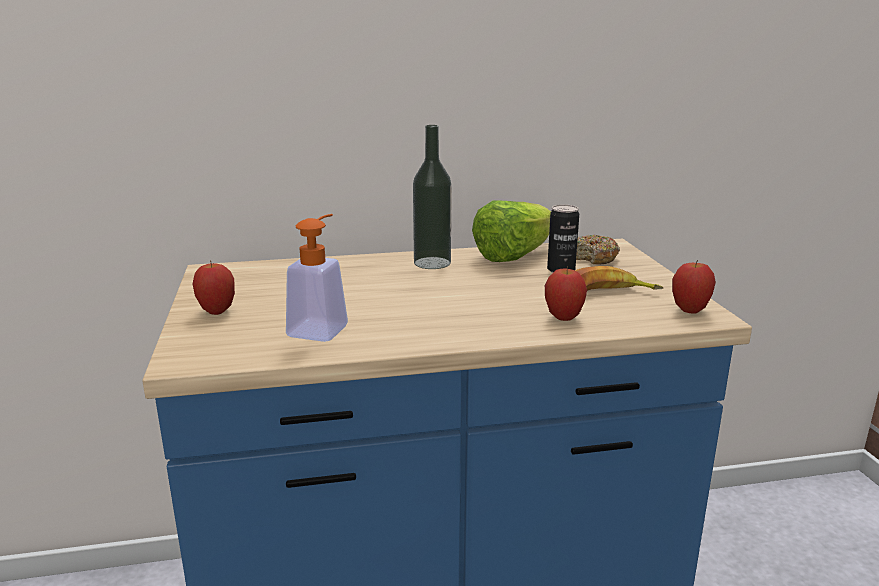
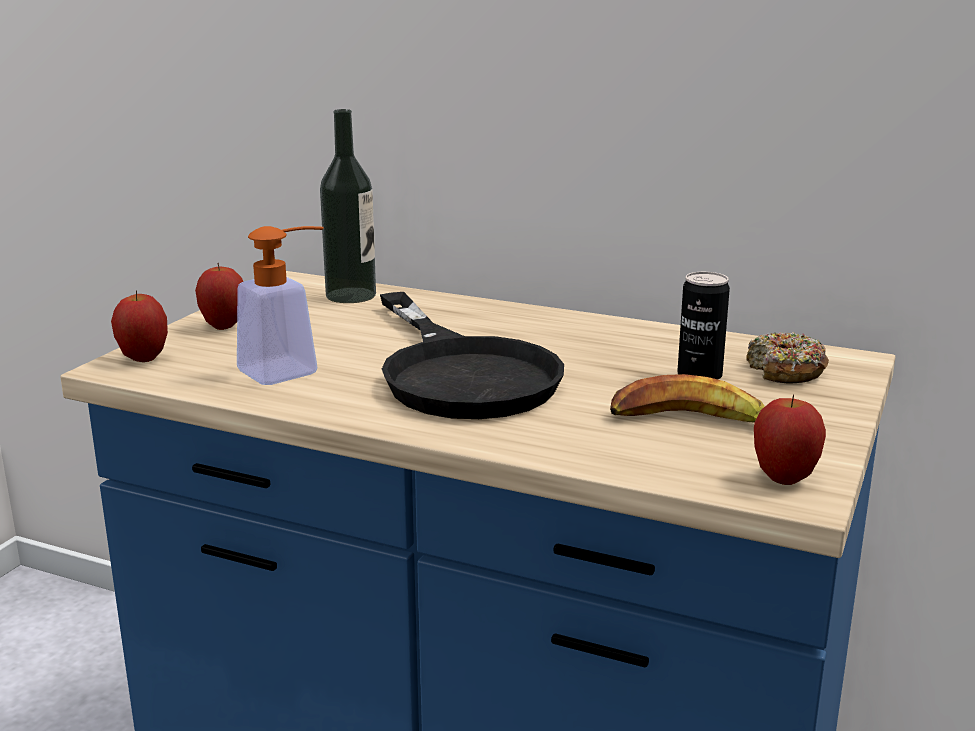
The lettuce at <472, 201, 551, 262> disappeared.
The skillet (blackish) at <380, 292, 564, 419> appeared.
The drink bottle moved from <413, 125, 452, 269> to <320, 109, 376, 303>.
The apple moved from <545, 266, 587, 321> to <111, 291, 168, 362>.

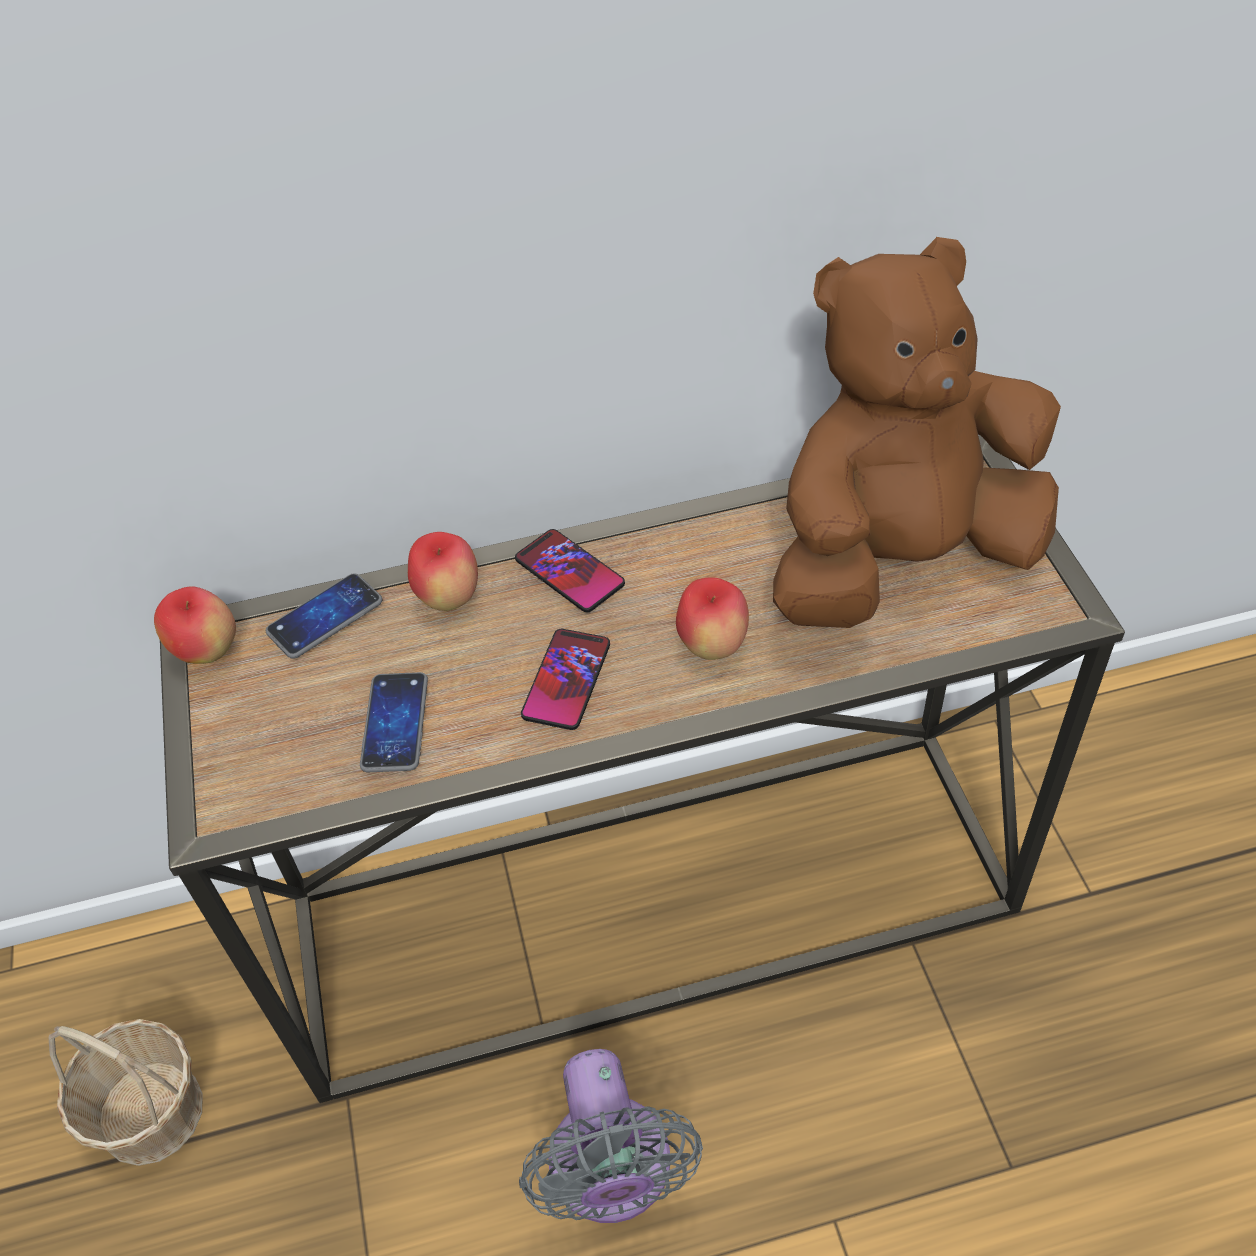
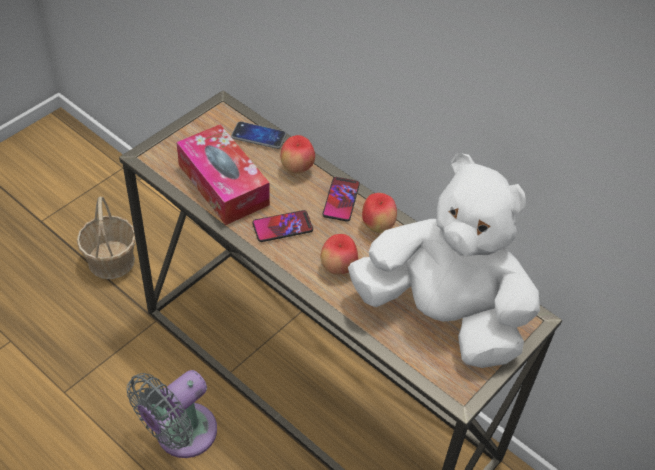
The apple moved from <154, 586, 236, 664> to <362, 193, 397, 233>.
The telephone at <360, 672, 428, 772> was replaced by the tissue holder at <176, 124, 270, 225>.
The plush toy (brownish) at <773, 237, 1061, 628> became the plush toy (white-coloured) at <348, 153, 540, 368>.

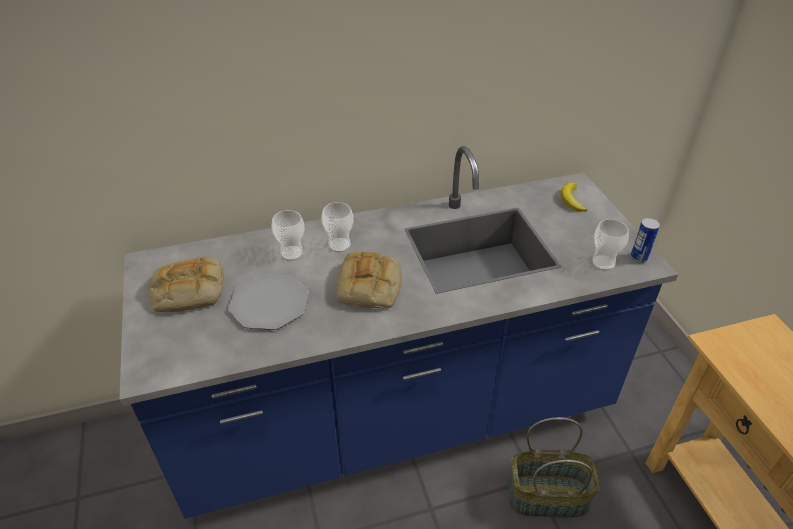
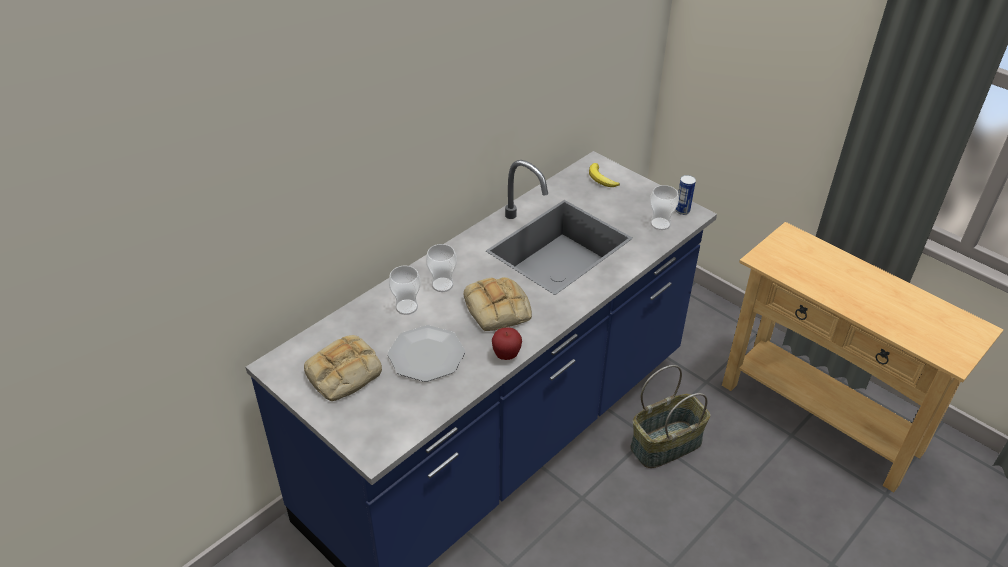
The apple at <492, 328, 522, 360> appeared.

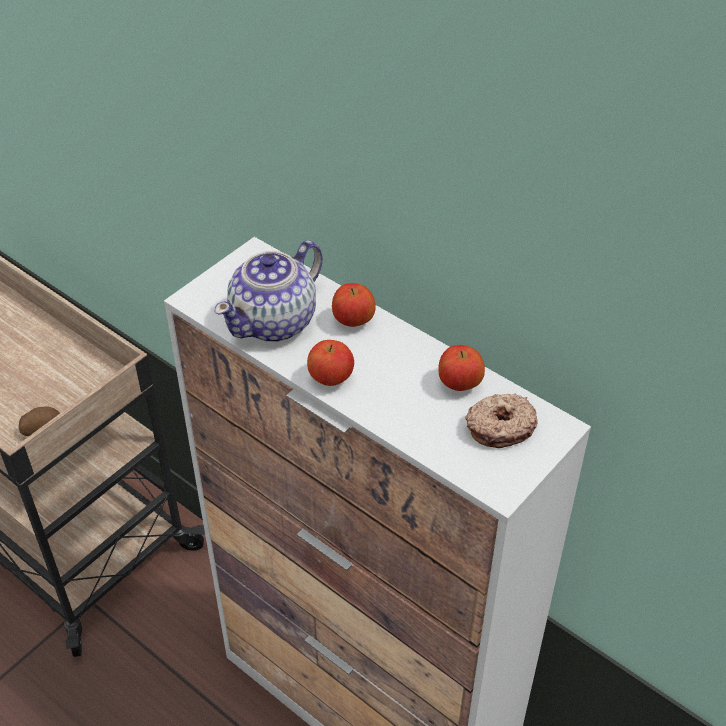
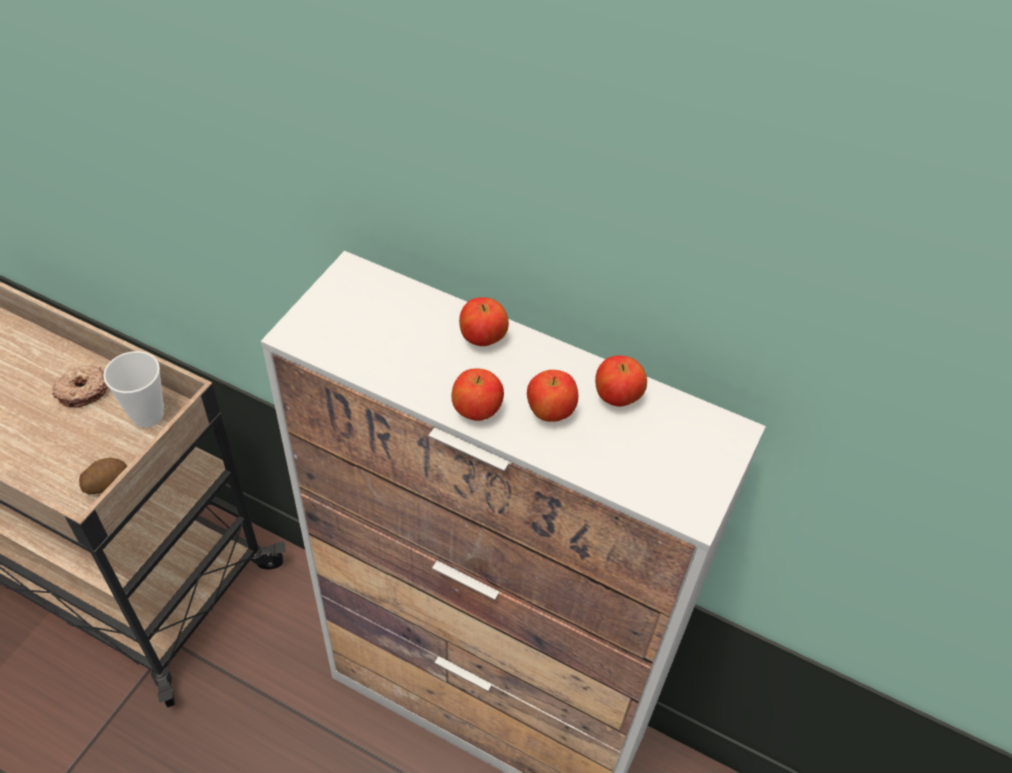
The teapot at <214, 241, 323, 342> disappeared.
The small cup at <103, 351, 164, 428> appeared.
The apple at <527, 370, 578, 422> appeared.
The doughnut moved from <465, 394, 538, 448> to <52, 365, 107, 408>.

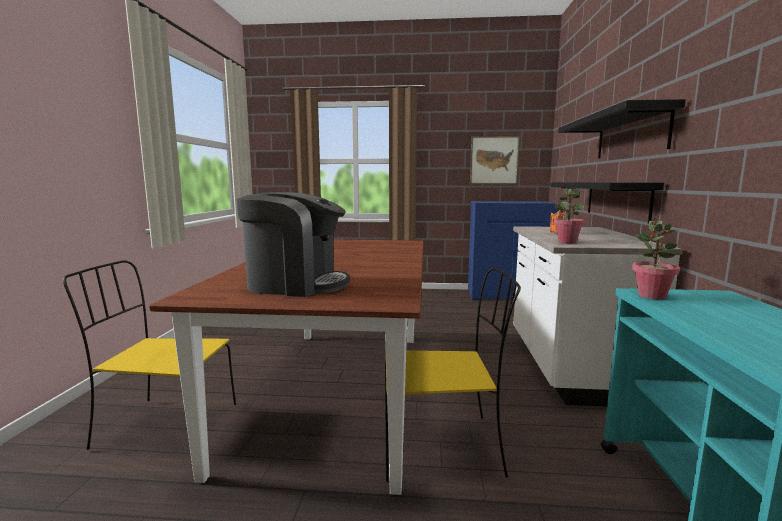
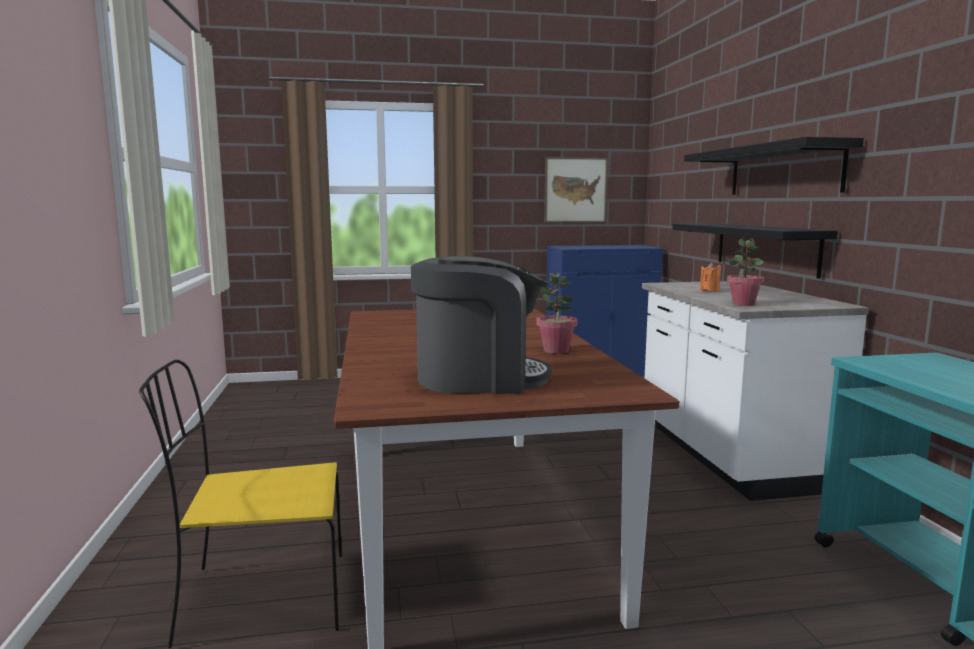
The upright chair (yellow-coloured) at <385, 267, 521, 482> disappeared.
The potted plant moved from <632, 221, 680, 300> to <536, 273, 577, 354>.

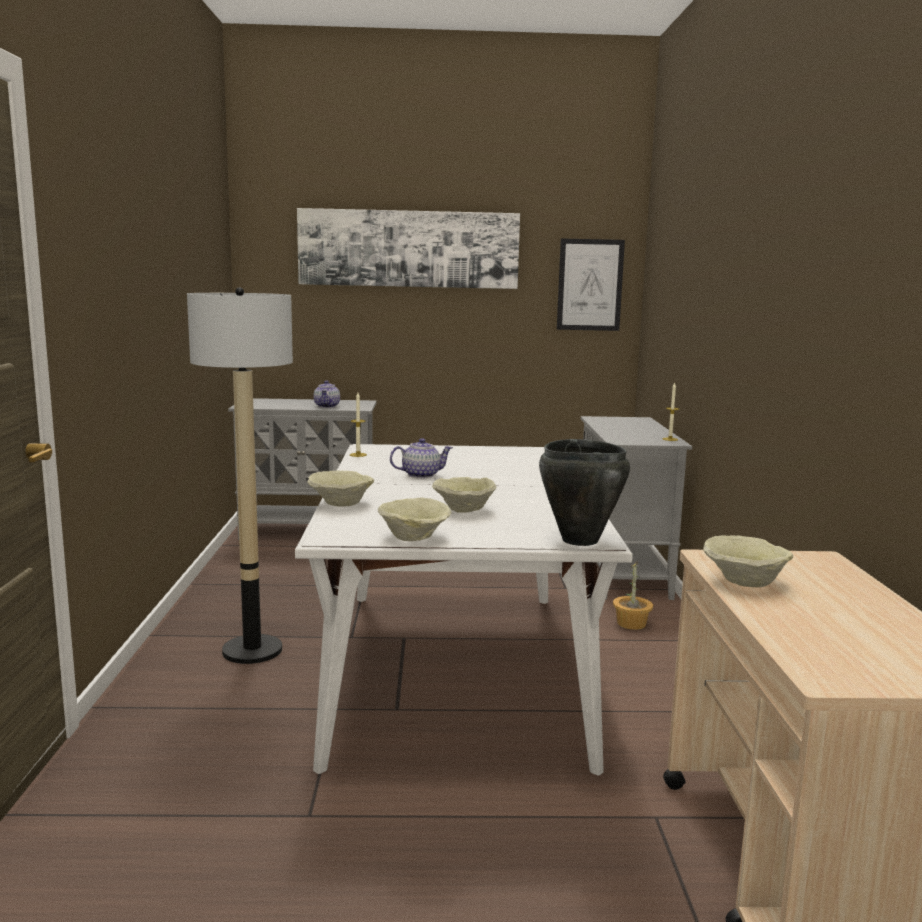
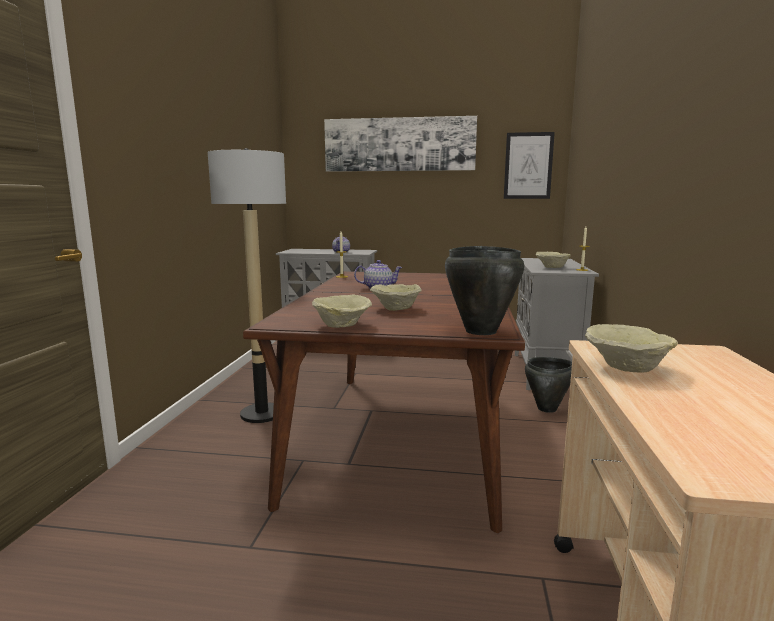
The deep dish (beige) moved from <307, 470, 374, 507> to <536, 252, 571, 268>.
The potted plant at <613, 561, 653, 630> was replaced by the stockpot (blackish) at <525, 357, 572, 413>.
The dining table (white-coloured) at <295, 444, 633, 775> became the dining table (brownish) at <243, 271, 525, 533>.

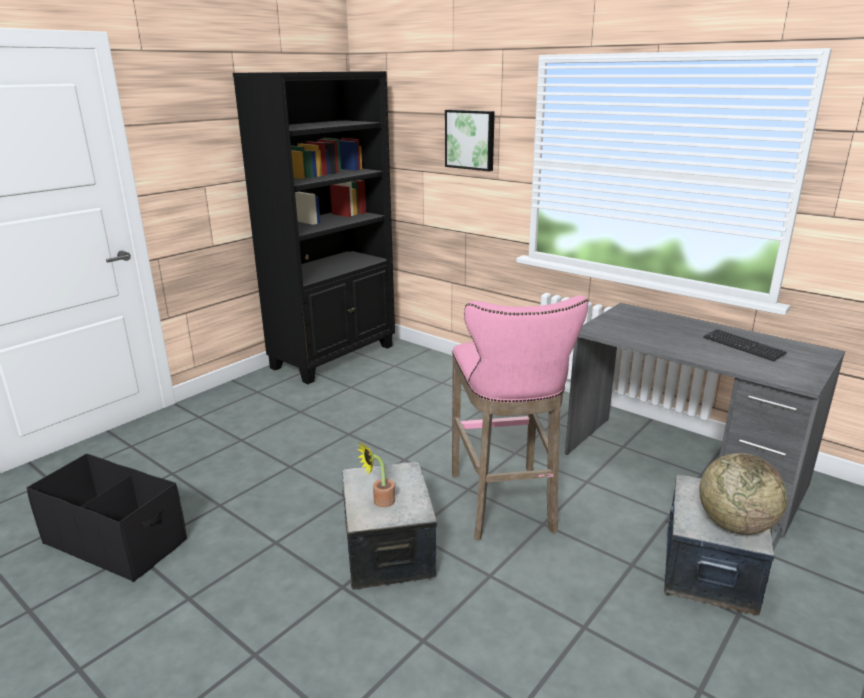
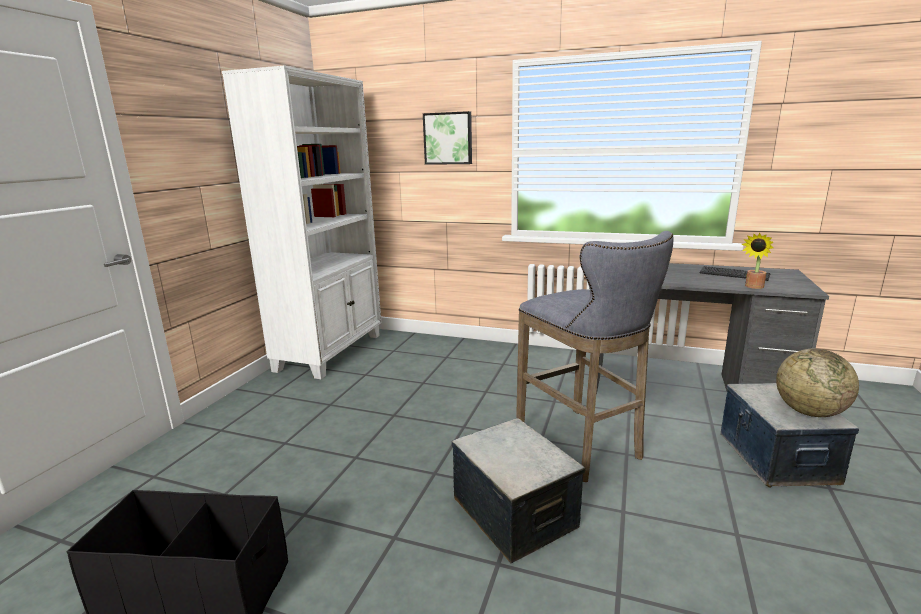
The potted plant moved from <356, 441, 395, 508> to <741, 232, 774, 289>.
The shelving unit (blackish) at <233, 71, 395, 384> became the shelving unit (white-coloured) at <222, 66, 381, 379>.
The stool seat (pink-coloured) at <452, 296, 588, 540> became the stool seat (gray) at <516, 231, 673, 482>.

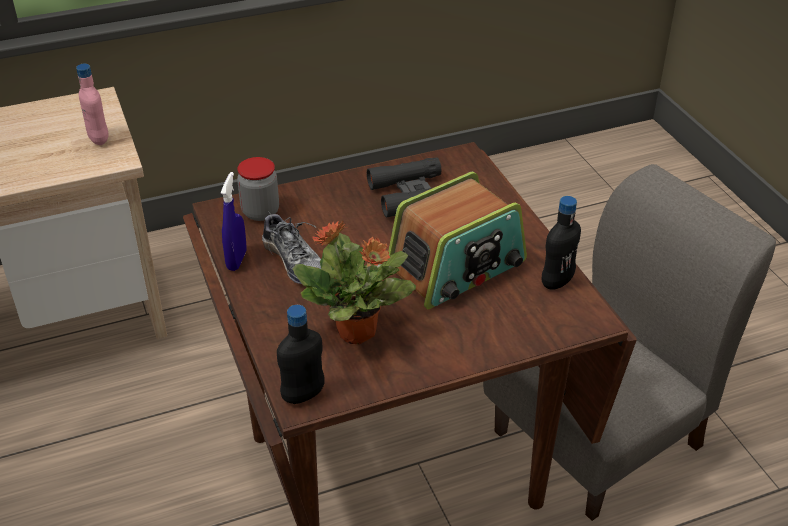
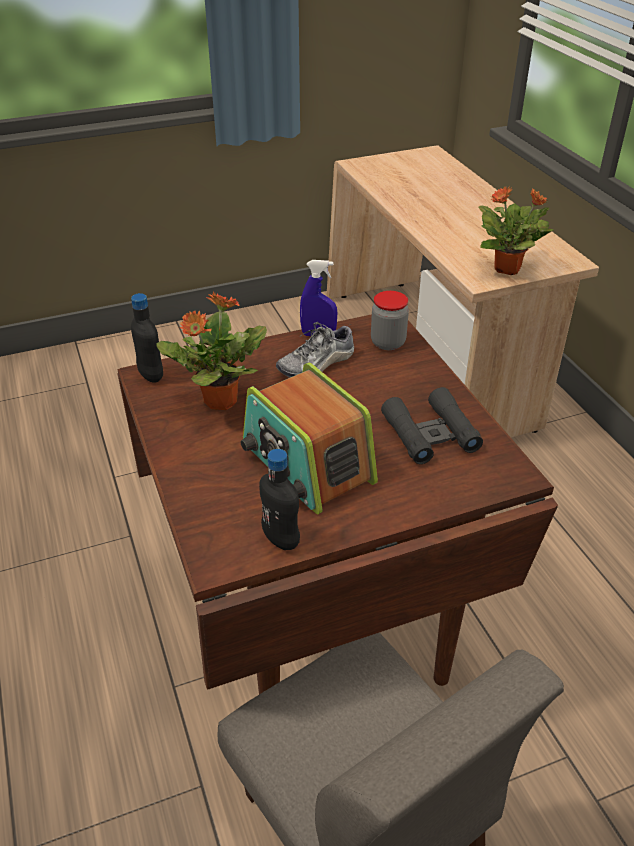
The drink bottle (pink-coloured) at <76, 64, 109, 145> was replaced by the potted plant at <478, 186, 554, 275>.

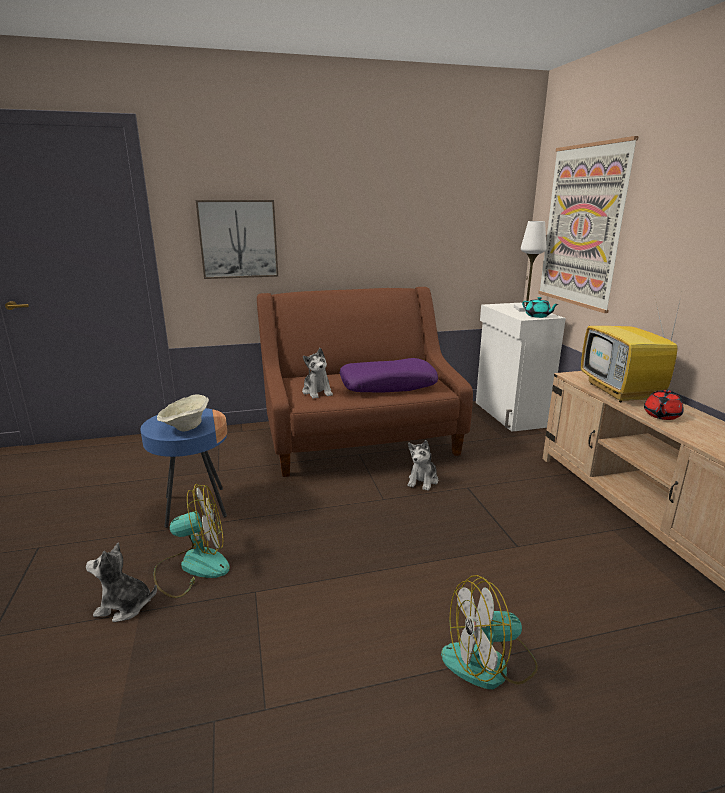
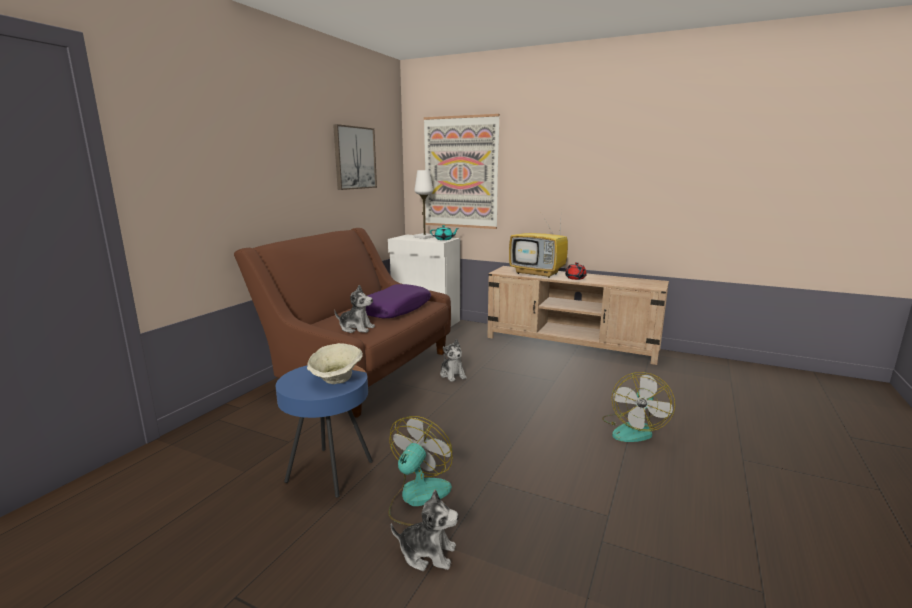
The wall picture moved from <196, 200, 278, 279> to <333, 124, 377, 190>.
The plush toy at <86, 543, 157, 622> turned 120 degrees counterclockwise.

